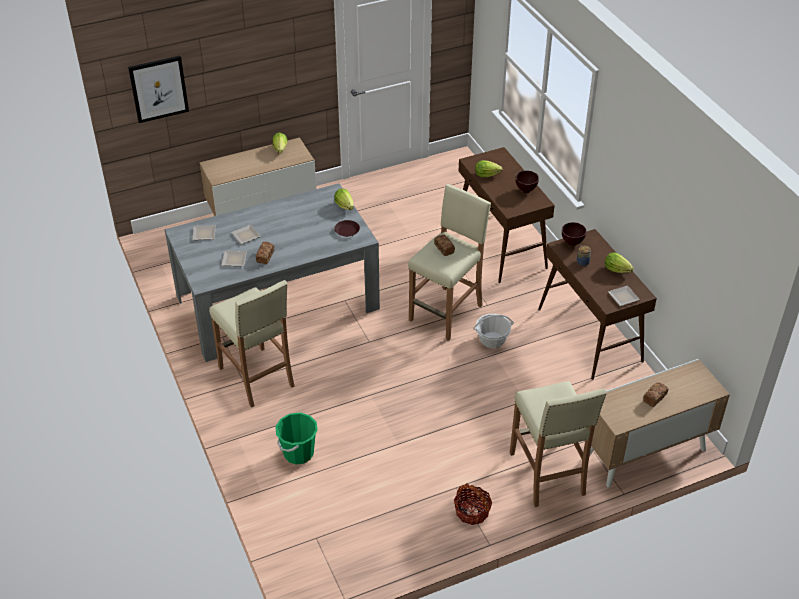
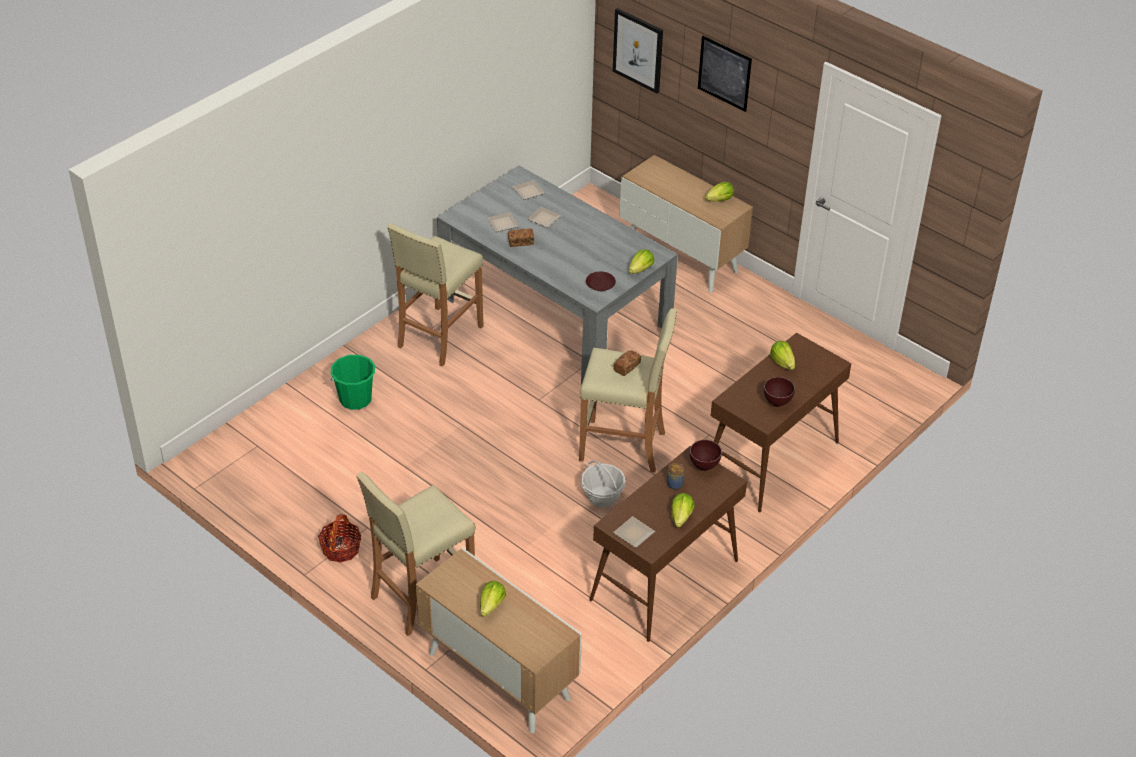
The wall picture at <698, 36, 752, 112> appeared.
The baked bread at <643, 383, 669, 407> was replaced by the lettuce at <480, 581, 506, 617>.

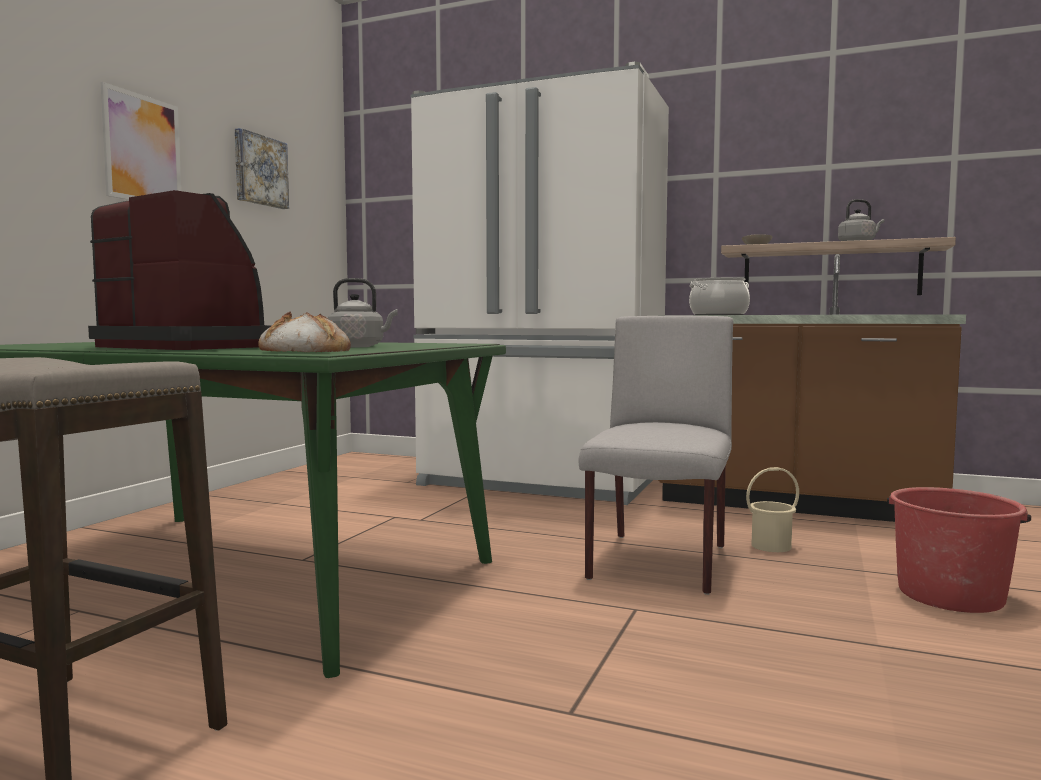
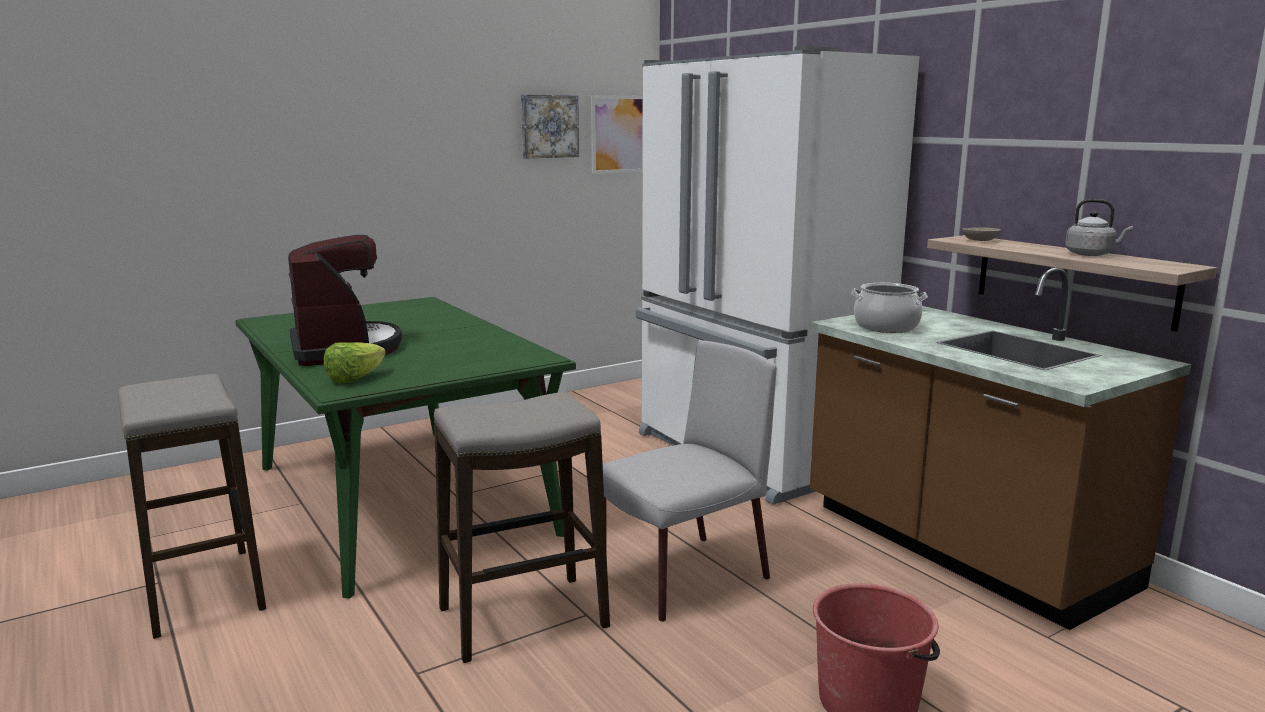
The tea kettle (gray) at <328, 278, 398, 347> disappeared.
The bucket (beige) at <746, 467, 799, 552> disappeared.
The stool seat at <434, 392, 610, 663> appeared.
The wall picture moved from <101, 82, 181, 200> to <591, 95, 643, 174>.
The baked bread at <258, 311, 351, 352> was replaced by the lettuce at <324, 342, 386, 383>.

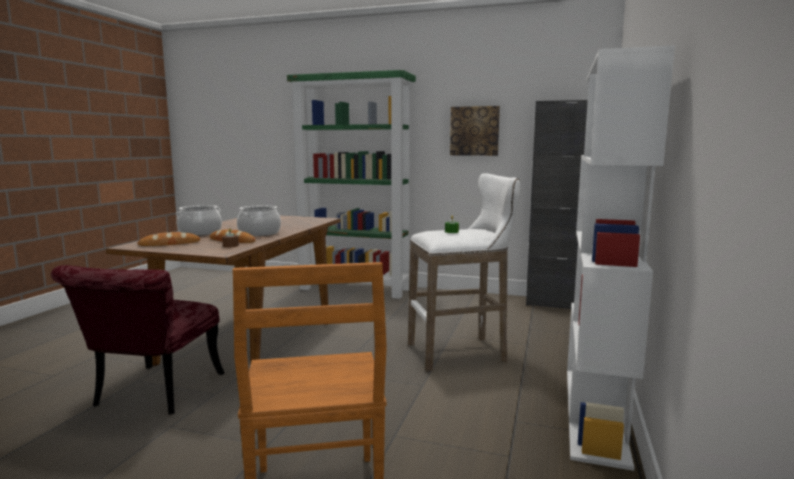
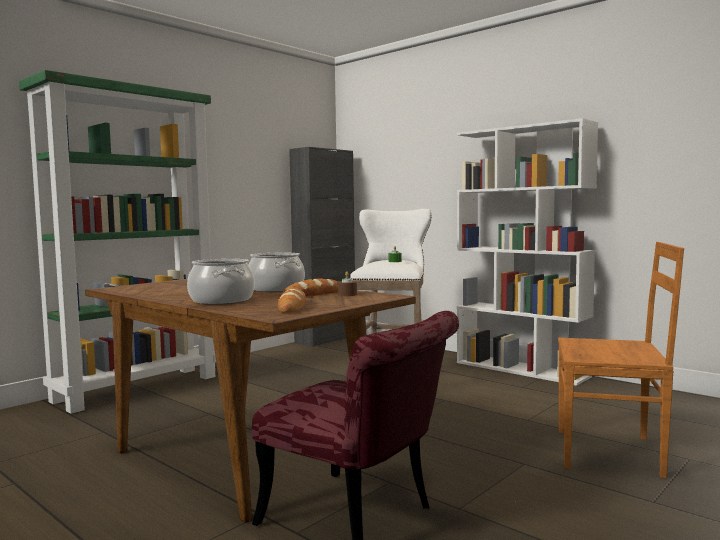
The wall picture at <450, 106, 500, 156> disappeared.

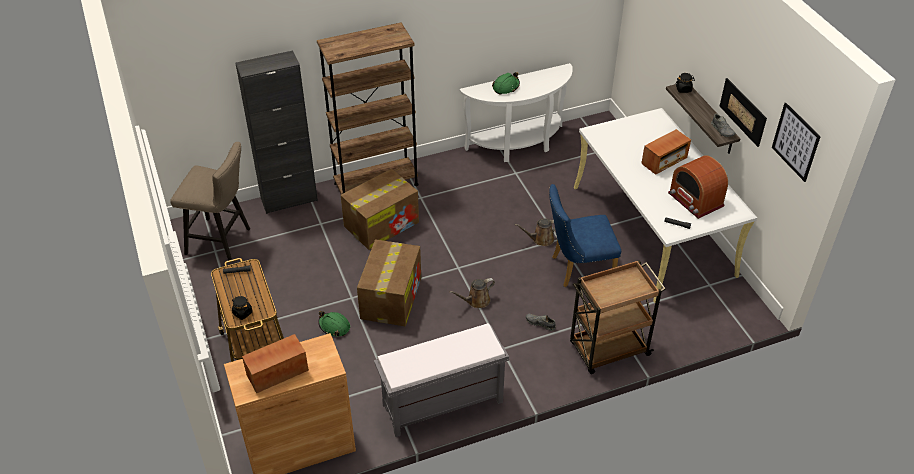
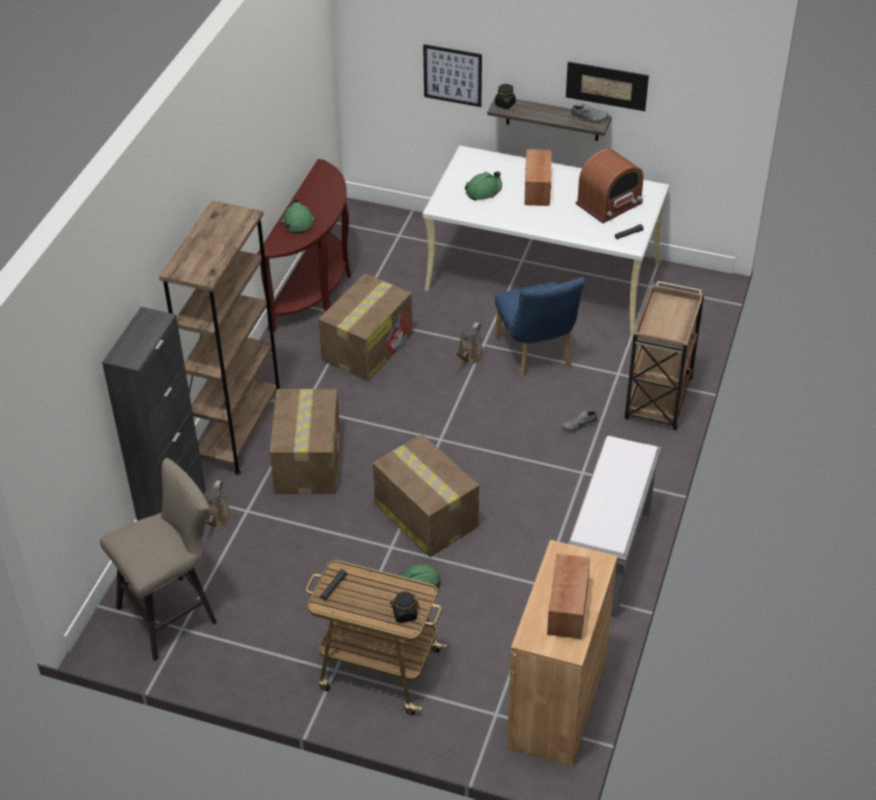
The carton at <318, 274, 413, 381> appeared.
The hard hat (greenish) at <465, 171, 502, 201> appeared.
The watering can (brownish) moved from <450, 278, 495, 308> to <203, 481, 232, 528>.
The wall picture moved from <772, 103, 821, 182> to <423, 44, 482, 107>.
The hall table (white-coloured) at <460, 63, 573, 162> became the hall table (brownish) at <257, 159, 351, 332>.
The upright chair (blue-coloured) at <549, 184, 621, 287> turned 45 degrees counterclockwise.
The radio receiver at <668, 155, 728, 219> turned 45 degrees counterclockwise.

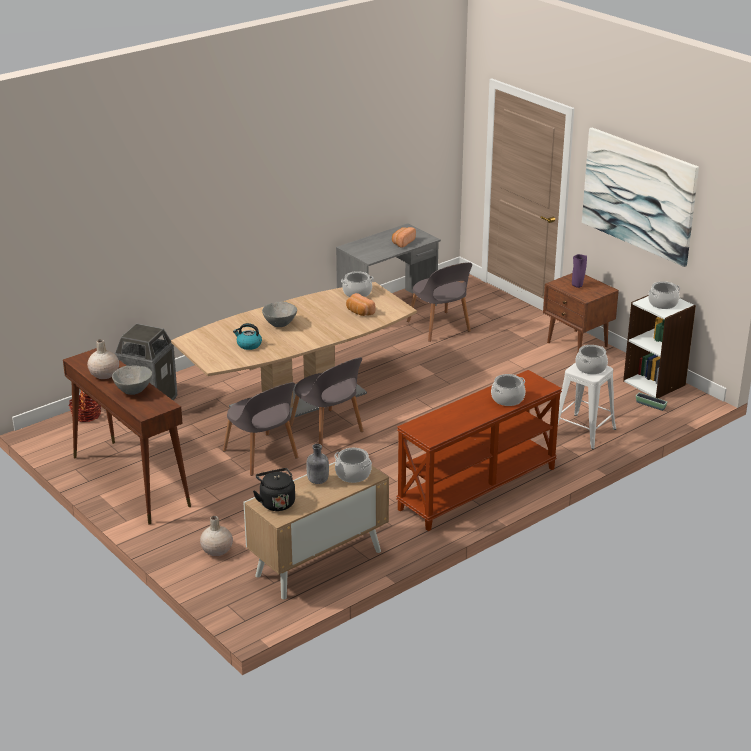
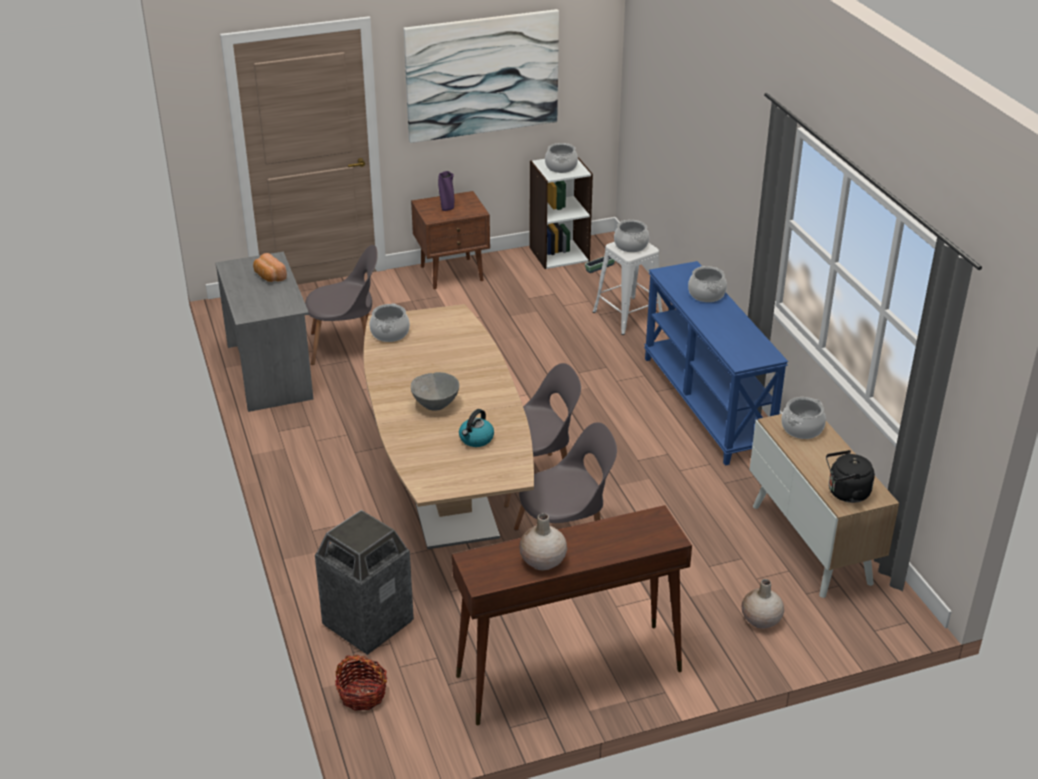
The deep dish (gray) at <112, 365, 152, 395> disappeared.
The drink bottle (gray) at <306, 444, 329, 484> disappeared.
The baked bread at <346, 293, 376, 316> disappeared.
The hall table (brownish) at <396, 370, 562, 531> became the hall table (blue-coloured) at <644, 261, 788, 466>.

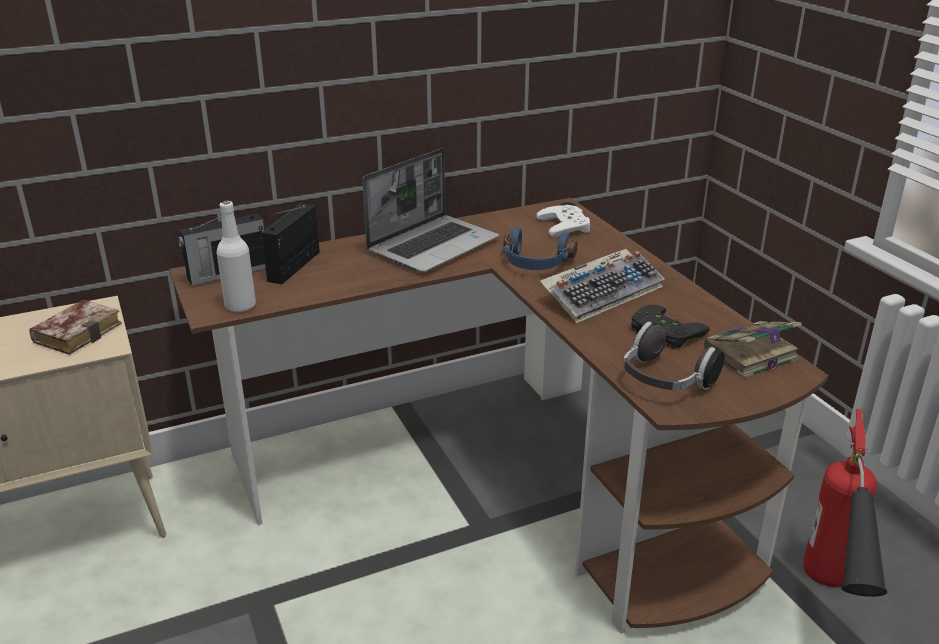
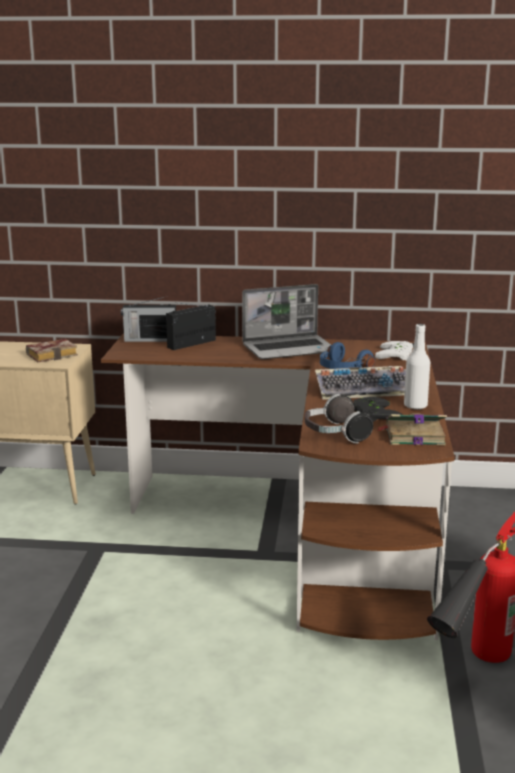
The drink bottle (white-coloured) moved from <217, 201, 256, 312> to <404, 324, 430, 409>.

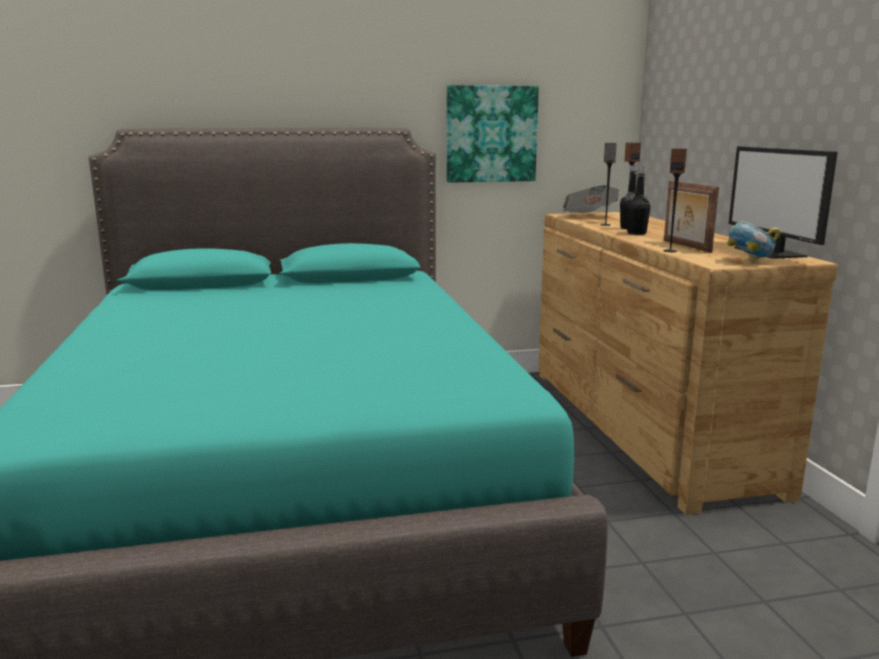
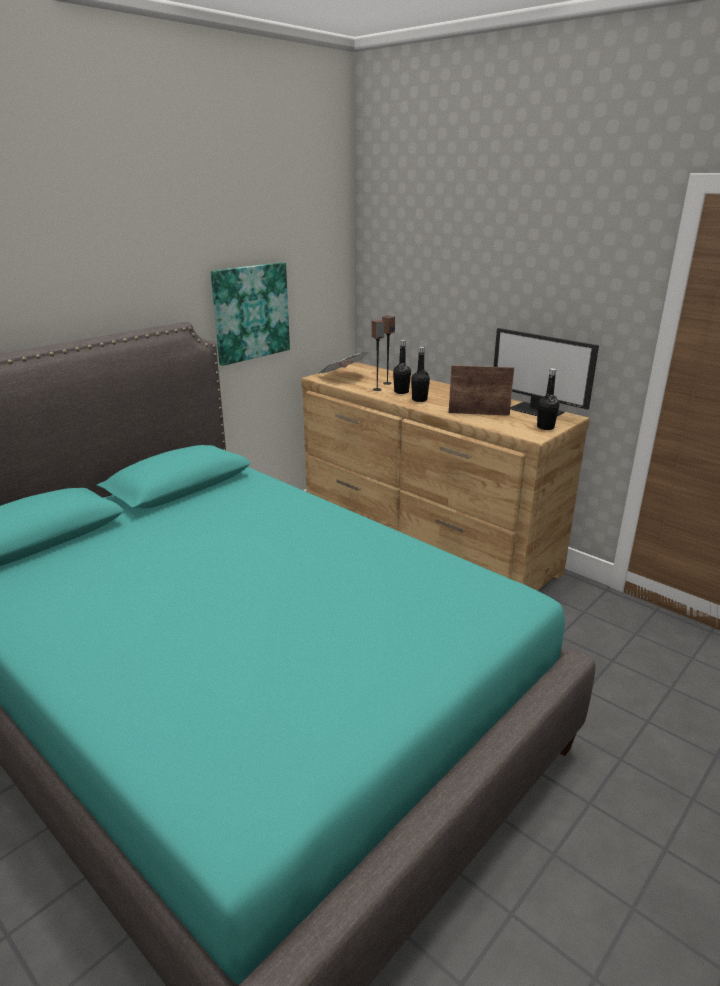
The speaker at <664, 148, 687, 252> disappeared.
The deep dish at <727, 221, 781, 261> was replaced by the drink bottle (blackish) at <537, 368, 559, 430>.
The photo frame at <664, 181, 719, 253> turned 150 degrees clockwise.

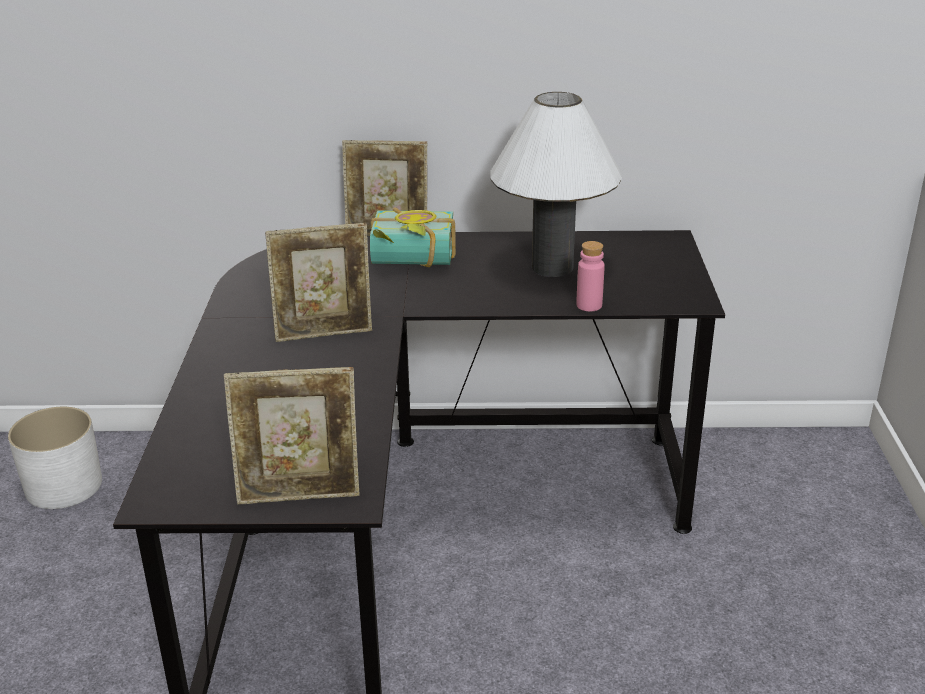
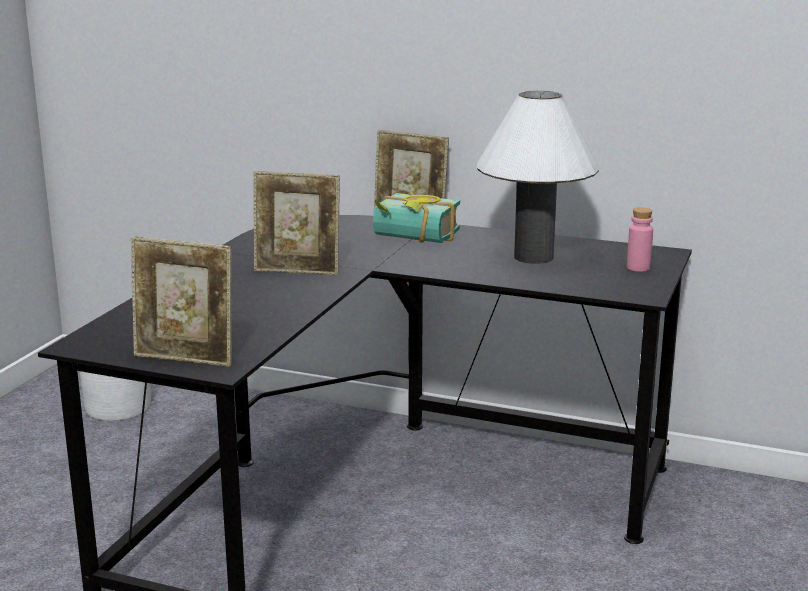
The drink bottle (pink-coloured) moved from <576, 241, 605, 311> to <627, 207, 653, 272>.

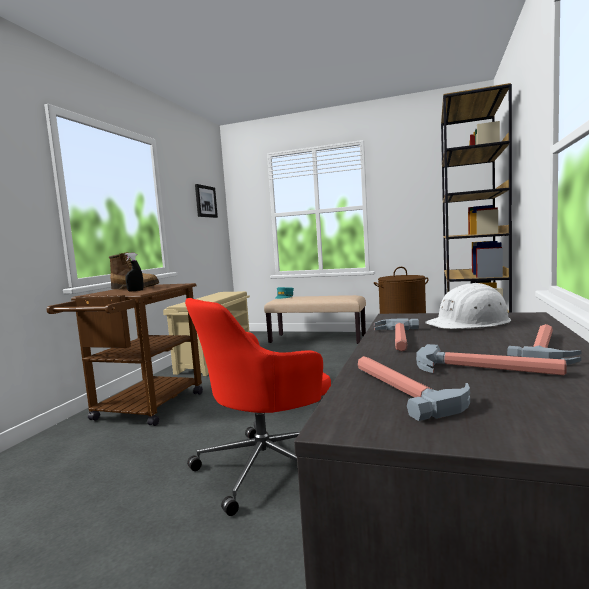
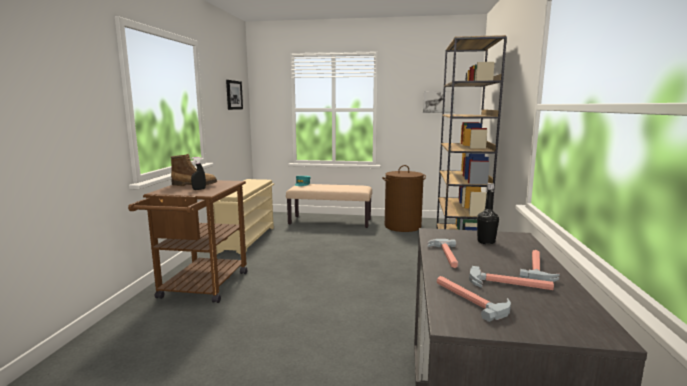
The desk chair (red) at <185, 298, 331, 516> disappeared.
The wall picture at <423, 91, 456, 113> appeared.
The hard hat (white-coloured) at <425, 283, 511, 329> was replaced by the drink bottle (blackish) at <477, 183, 499, 244>.

